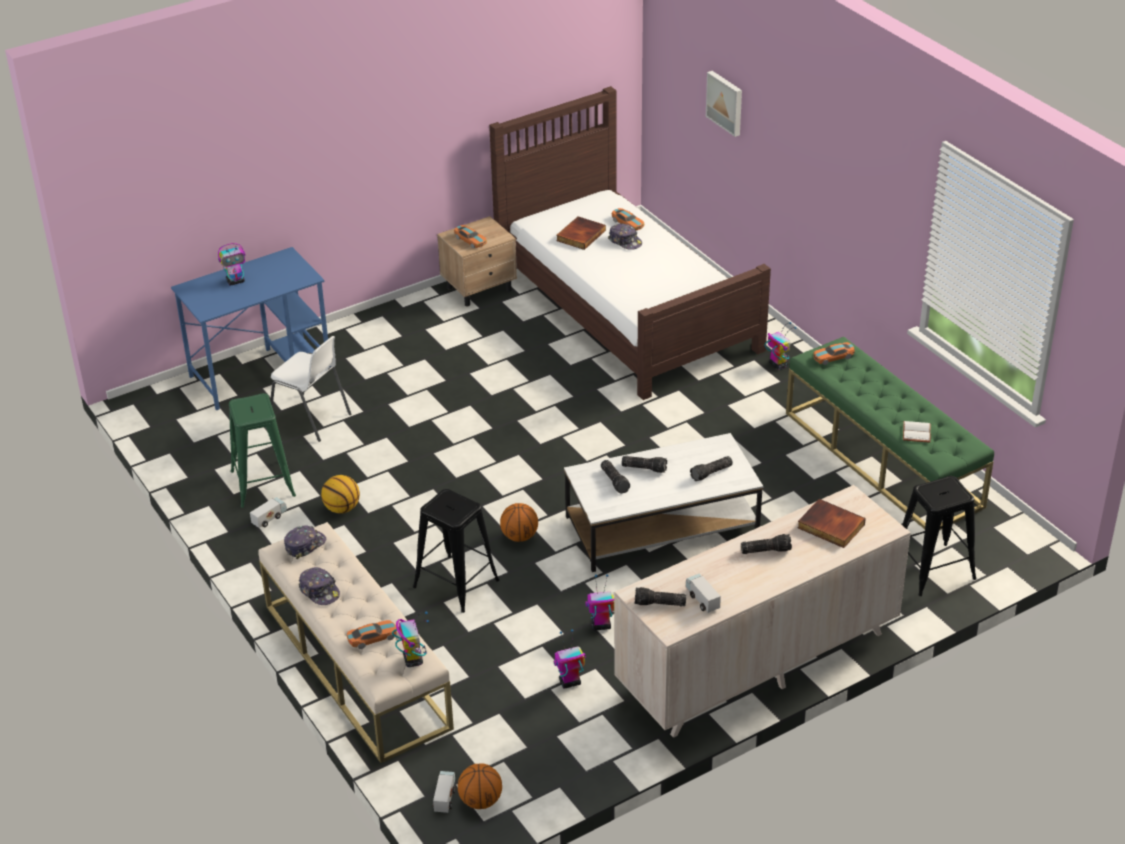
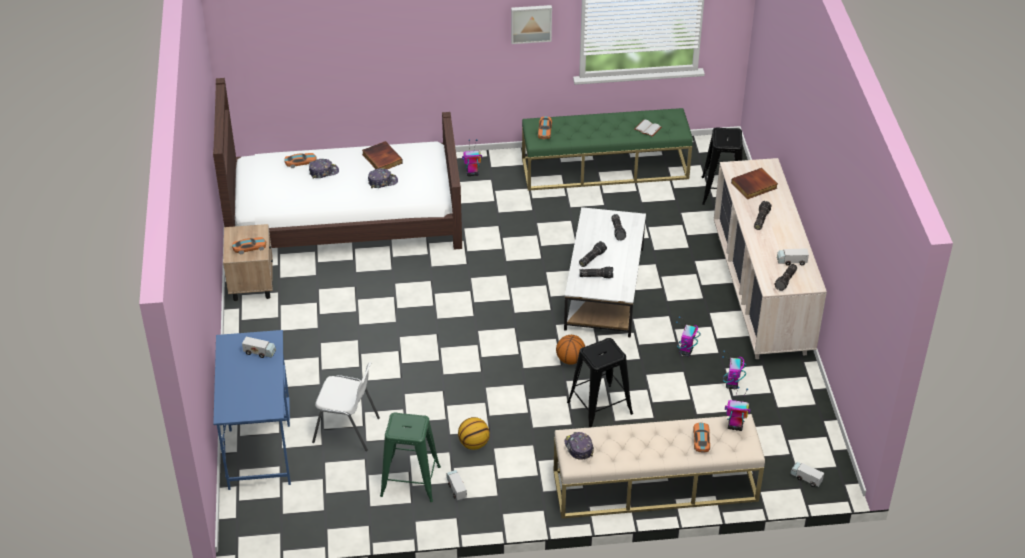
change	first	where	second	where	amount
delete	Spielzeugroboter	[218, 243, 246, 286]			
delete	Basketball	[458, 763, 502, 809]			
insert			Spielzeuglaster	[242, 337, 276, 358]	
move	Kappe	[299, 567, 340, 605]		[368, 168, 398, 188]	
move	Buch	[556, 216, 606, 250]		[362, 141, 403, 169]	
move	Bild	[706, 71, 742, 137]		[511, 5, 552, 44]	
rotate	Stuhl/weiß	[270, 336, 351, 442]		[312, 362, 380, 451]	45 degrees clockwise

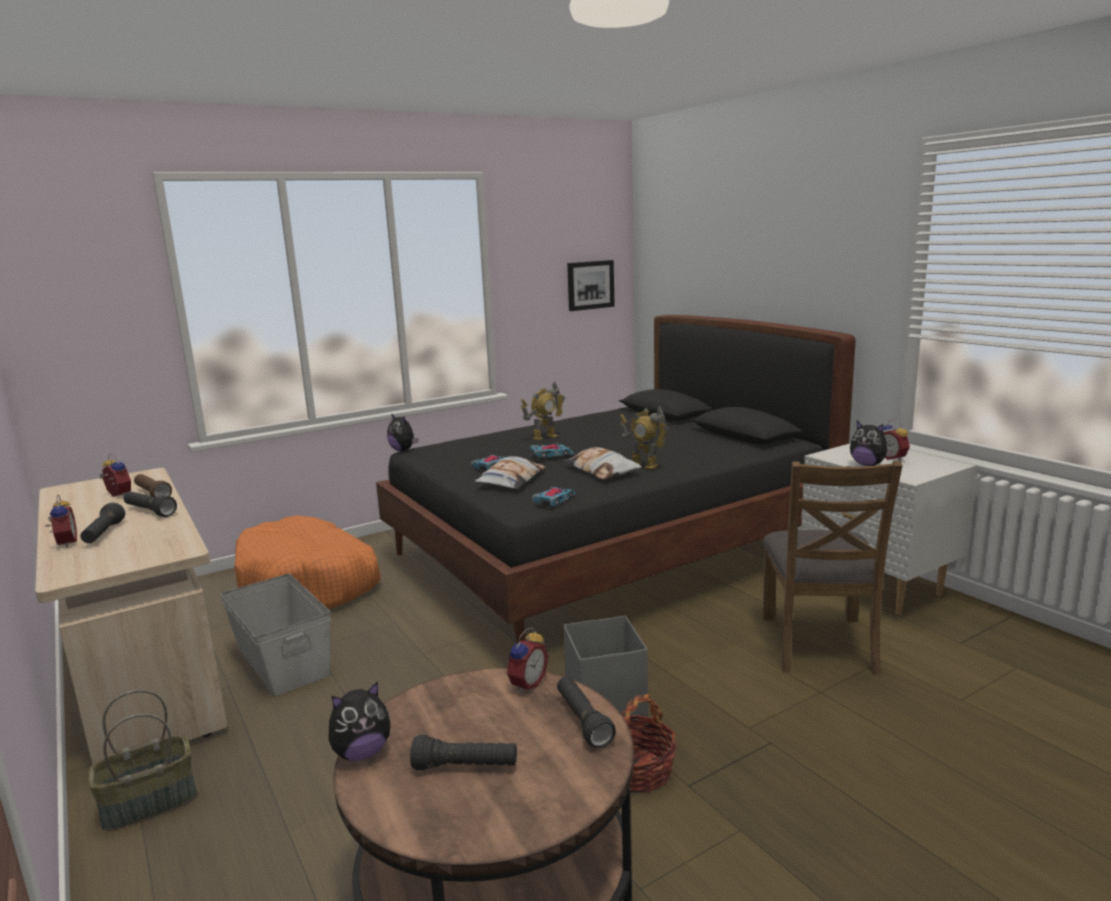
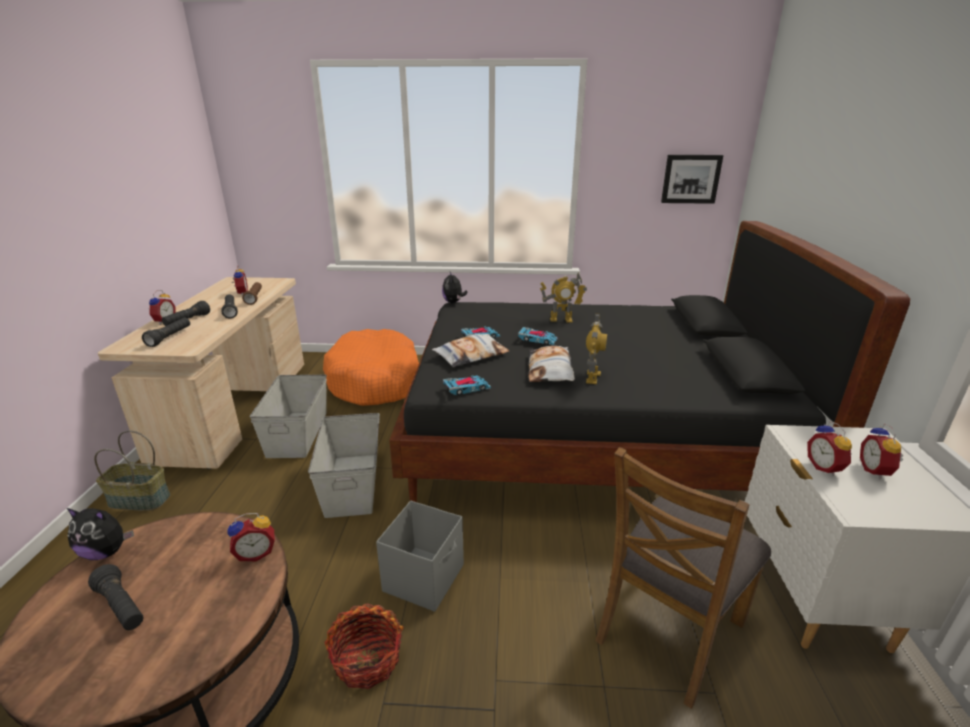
change	first	where	second	where	amount
insert			Aufbewahrungsbox/grau	[308, 413, 380, 518]	
move	Taschenlampe/schwarz	[557, 676, 616, 748]		[142, 317, 190, 347]	
replace	Plüschtier	[850, 421, 893, 466]	Wecker	[807, 421, 852, 476]	
rotate	Spielzeugroboter	[620, 406, 669, 470]		[586, 313, 607, 384]	150 degrees counterclockwise

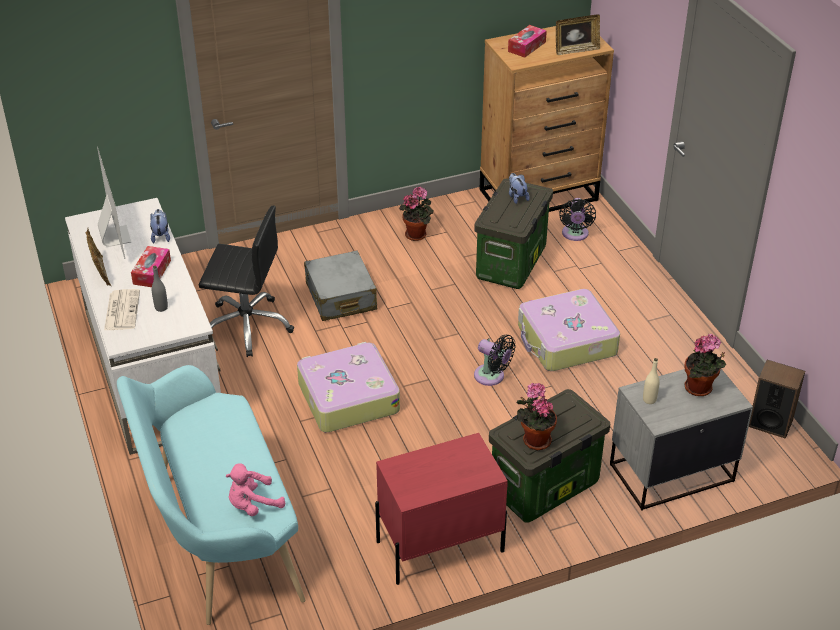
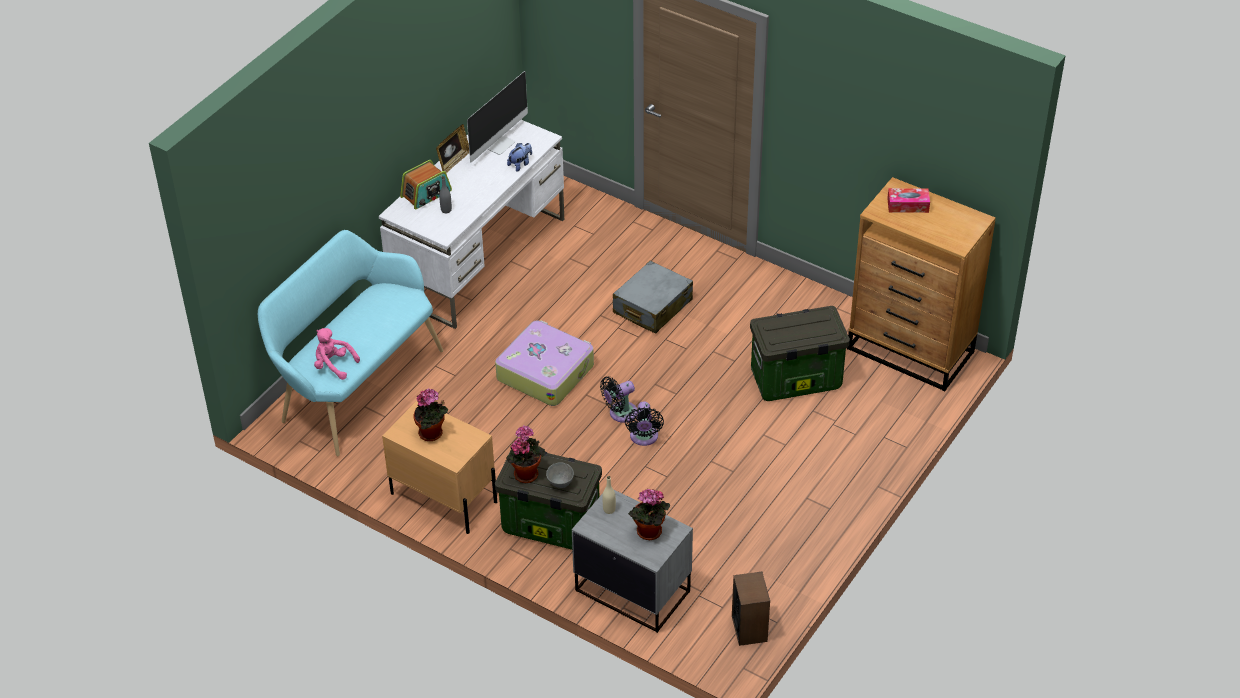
change	first	where	second	where	amount
delete	Taschentuchbox	[131, 246, 171, 287]			
delete	Bürostuhl/schwarz	[199, 206, 294, 357]			
delete	Plüschtier	[509, 173, 530, 204]			
delete	Koffer	[518, 289, 620, 371]			
delete	Bilderrahmen	[556, 14, 600, 55]			
insert			Schüssel/grau	[546, 462, 574, 488]	
move	Topfpflanze	[399, 187, 434, 241]		[413, 388, 448, 441]	
move	Ventilator/schwarz	[559, 198, 596, 241]		[600, 376, 638, 423]	
replace	Zeitung	[104, 289, 140, 330]	Radio	[400, 160, 452, 210]	
recolor	Nachttisch/rot	[375, 433, 508, 585]	Nachttisch/beige	[382, 401, 497, 534]	

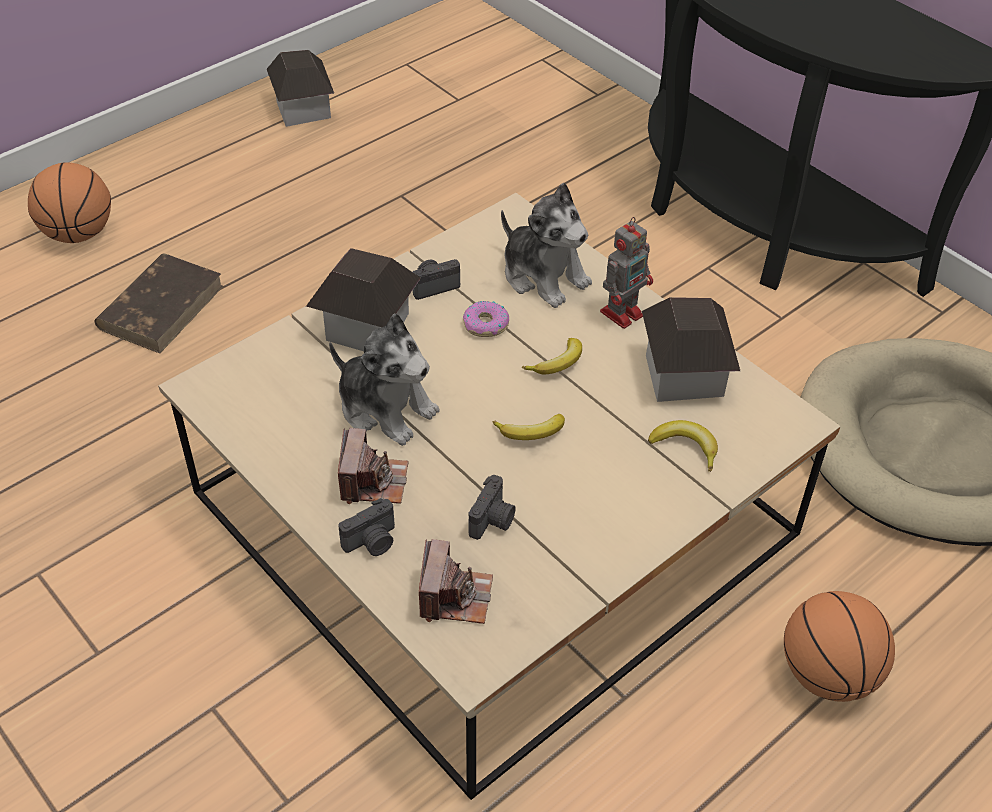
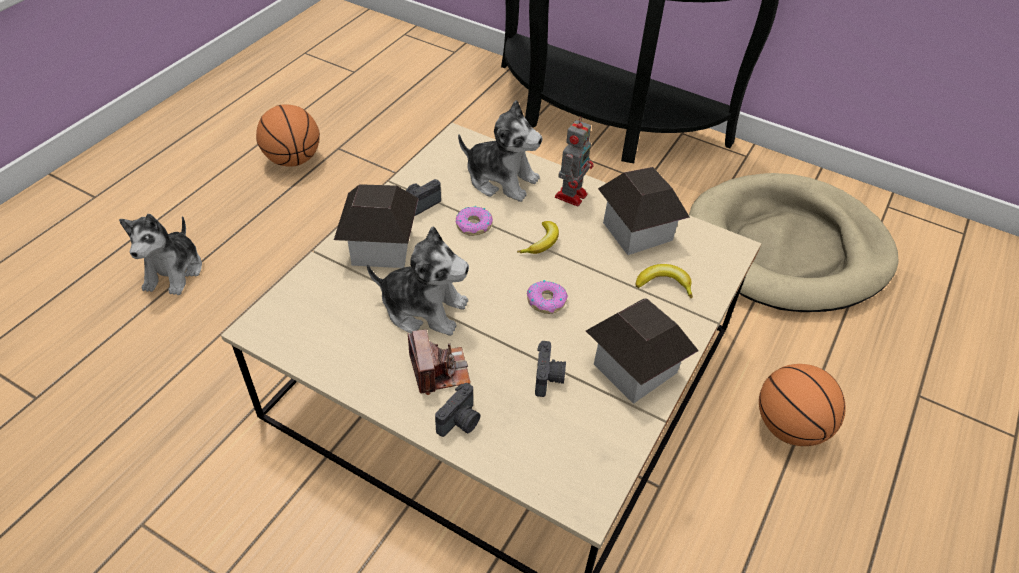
change	first	where	second	where	amount
delete	Kamera	[419, 539, 493, 624]			
move	Basketball	[28, 162, 111, 243]		[256, 104, 320, 167]	
move	Spielzeughaus	[267, 50, 334, 127]		[586, 298, 699, 404]	
replace	Buch/braun	[94, 253, 223, 353]	Plüschtier	[119, 214, 202, 295]	
replace	Banane	[493, 414, 565, 440]	Donut	[527, 280, 568, 314]	

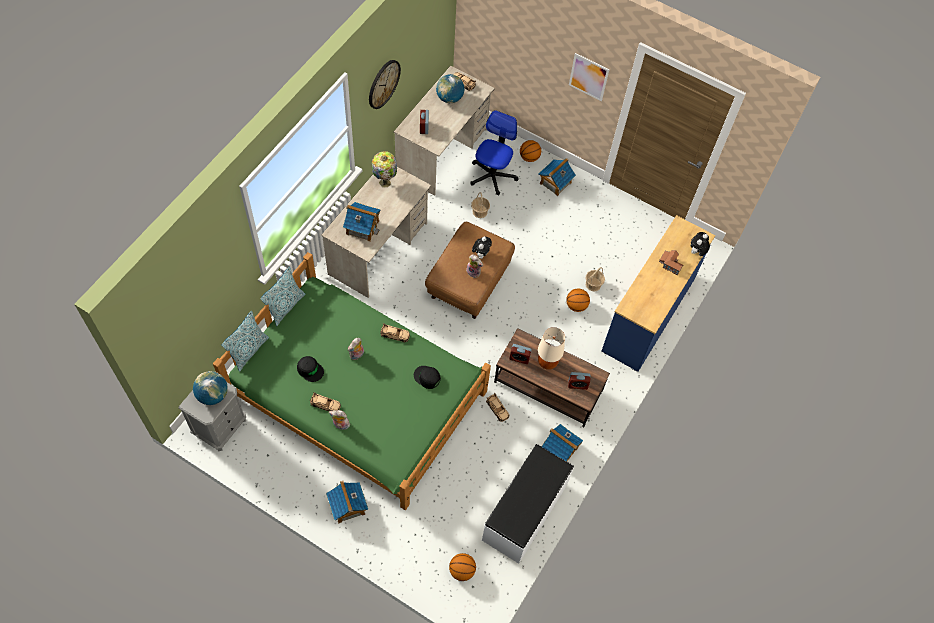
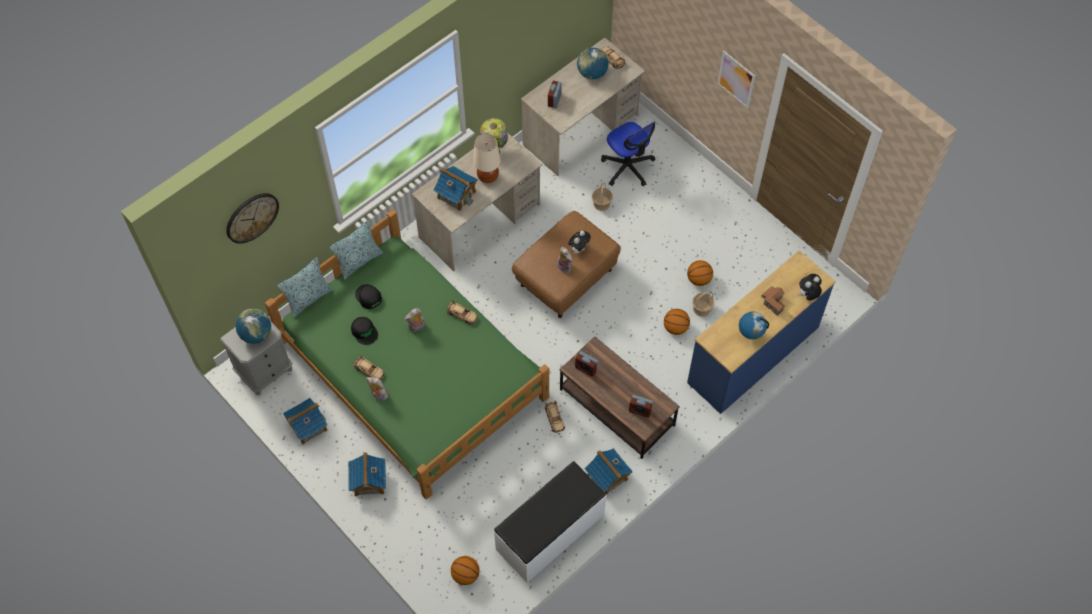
change	first	where	second	where	amount
insert			Globus	[739, 311, 769, 339]	
move	Wanduhr	[369, 60, 401, 109]		[226, 193, 279, 244]	
move	Kappe/schwarz	[414, 366, 441, 389]		[355, 284, 382, 309]	
move	Basketball	[520, 140, 541, 162]		[687, 260, 713, 286]	
move	Spielzeughaus	[538, 158, 576, 196]		[283, 398, 328, 445]	
move	Tischlampe/beige	[538, 327, 565, 370]		[473, 134, 501, 183]	
rotate	Bürostuhl	[470, 110, 519, 196]		[601, 121, 656, 186]	105 degrees clockwise

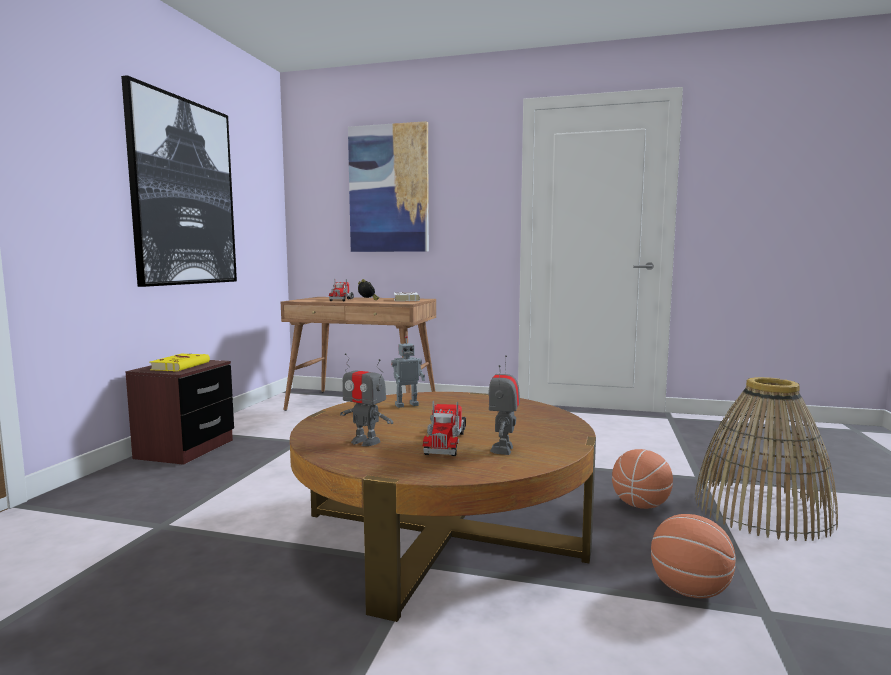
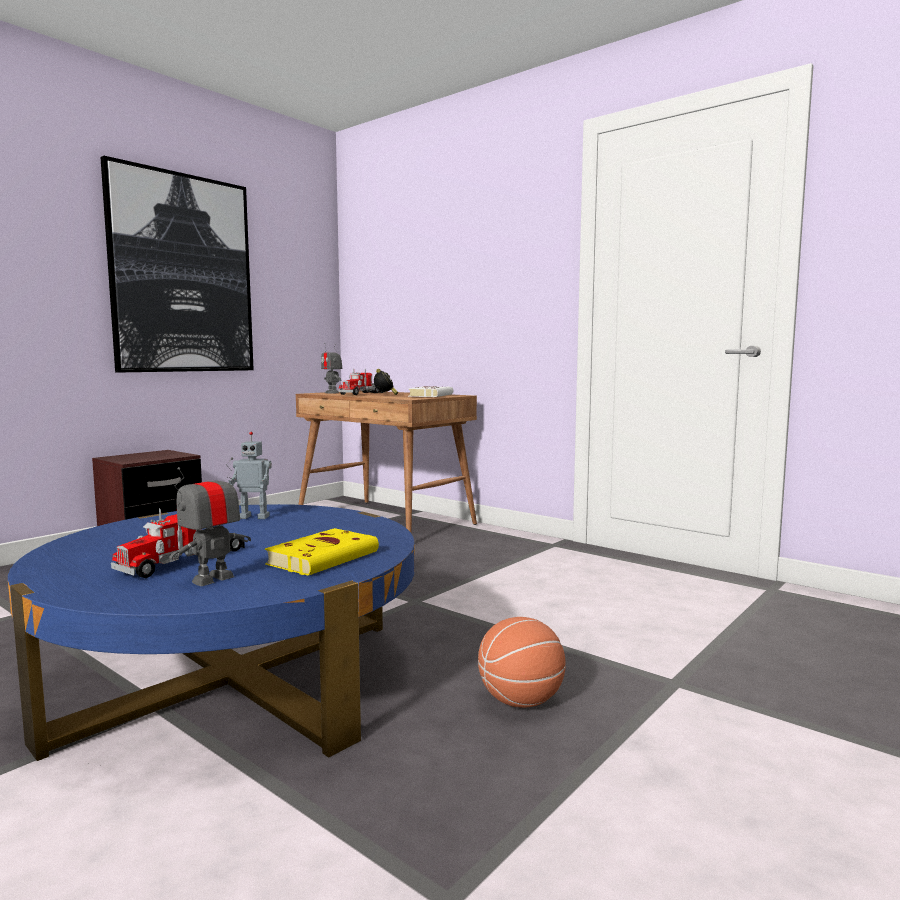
change	first	where	second	where	amount
delete	Bild	[348, 121, 429, 252]			
delete	Basketball	[651, 514, 736, 598]			
delete	Korb	[695, 377, 838, 541]			
move	Buch/gelb	[150, 354, 210, 371]		[265, 528, 379, 576]	
move	Spielzeugroboter	[340, 353, 393, 446]		[321, 343, 342, 393]	
recolor	Couchtisch/braun	[290, 392, 596, 622]	Couchtisch/blau	[8, 504, 415, 761]	

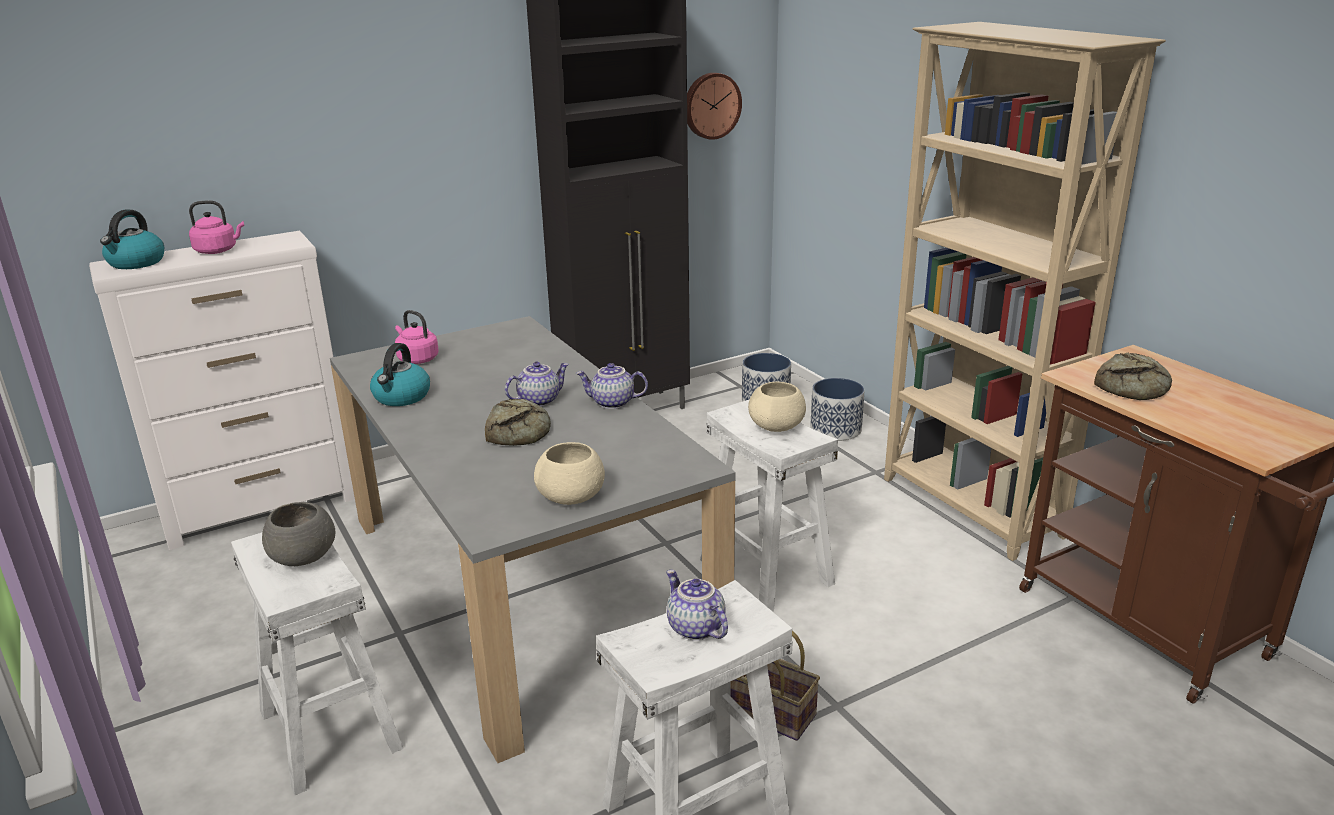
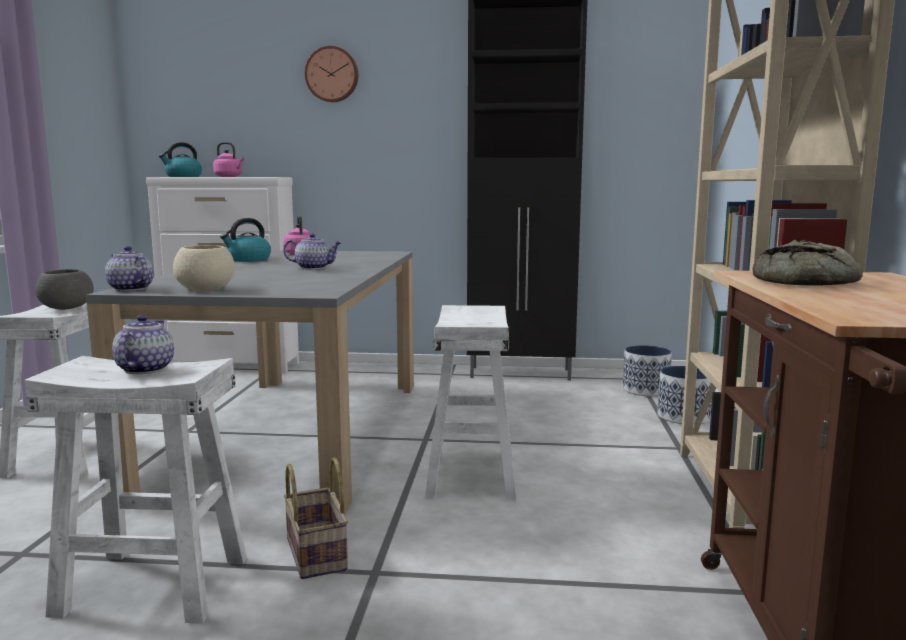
change	first	where	second	where	amount
delete	Brot	[485, 399, 551, 446]			
delete	Schüssel/beige	[748, 381, 806, 432]			
move	Teekanne	[576, 363, 648, 409]		[105, 246, 153, 291]	
move	Wanduhr	[687, 73, 742, 140]		[305, 46, 358, 102]	

